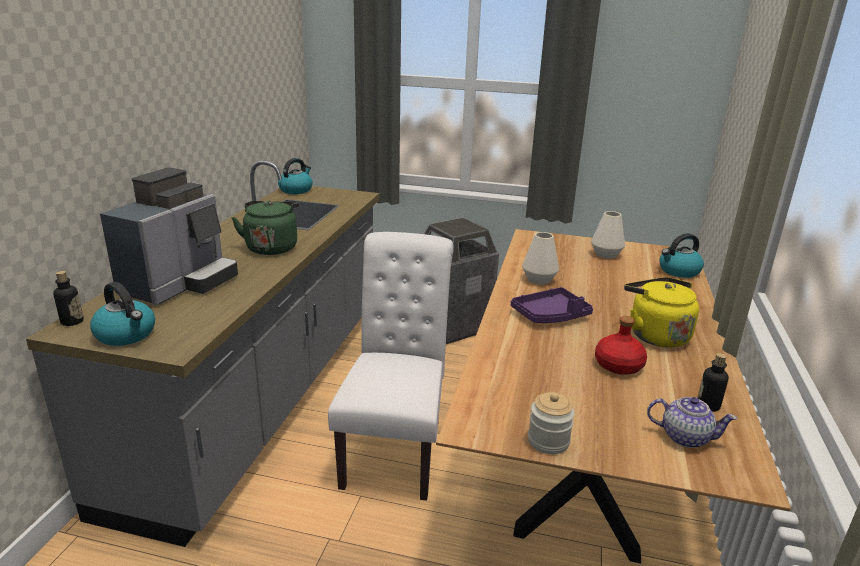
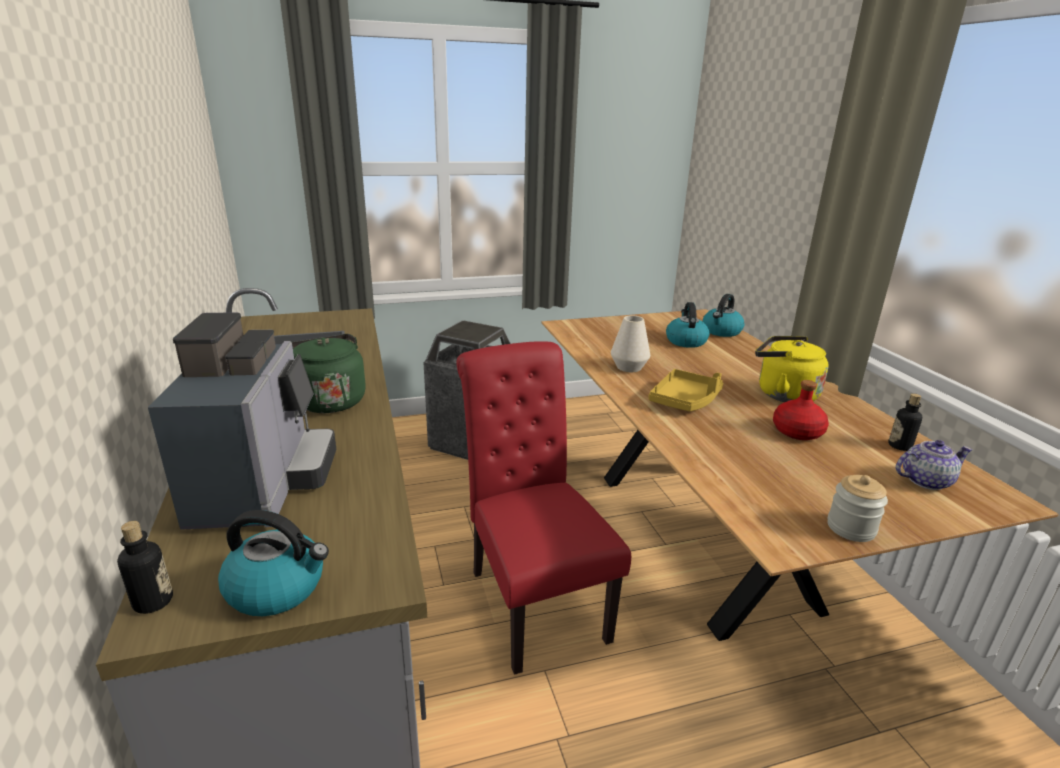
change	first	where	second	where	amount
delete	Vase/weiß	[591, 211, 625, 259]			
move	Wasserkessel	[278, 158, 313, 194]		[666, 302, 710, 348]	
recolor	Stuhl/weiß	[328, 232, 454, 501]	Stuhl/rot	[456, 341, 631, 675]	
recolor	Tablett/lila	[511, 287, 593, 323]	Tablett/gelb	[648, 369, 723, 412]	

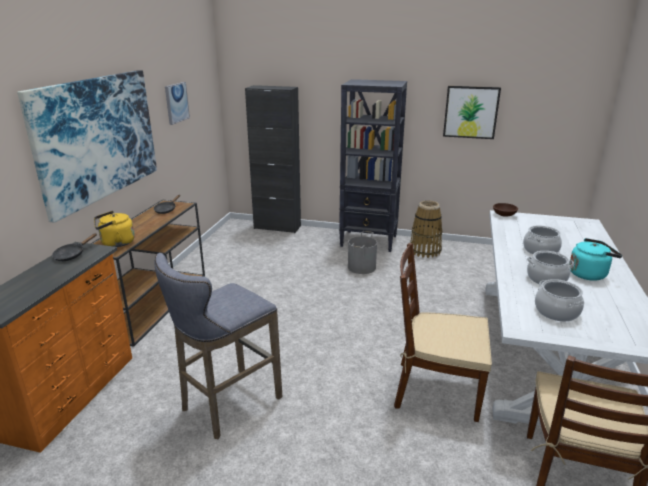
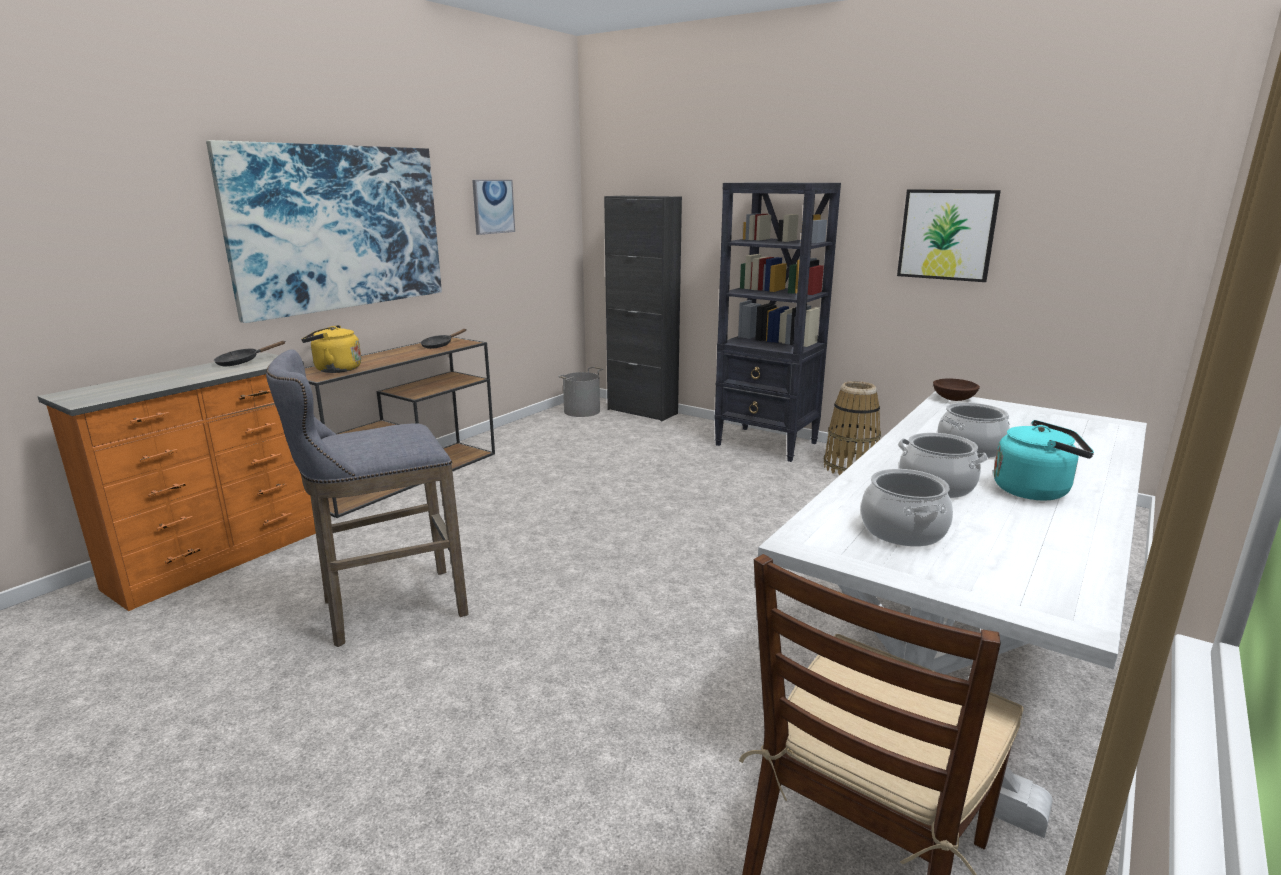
change	first	where	second	where	amount
delete	Stuhl/braun	[394, 243, 492, 422]			
move	Eimer/grau	[348, 231, 377, 274]		[558, 367, 603, 417]	

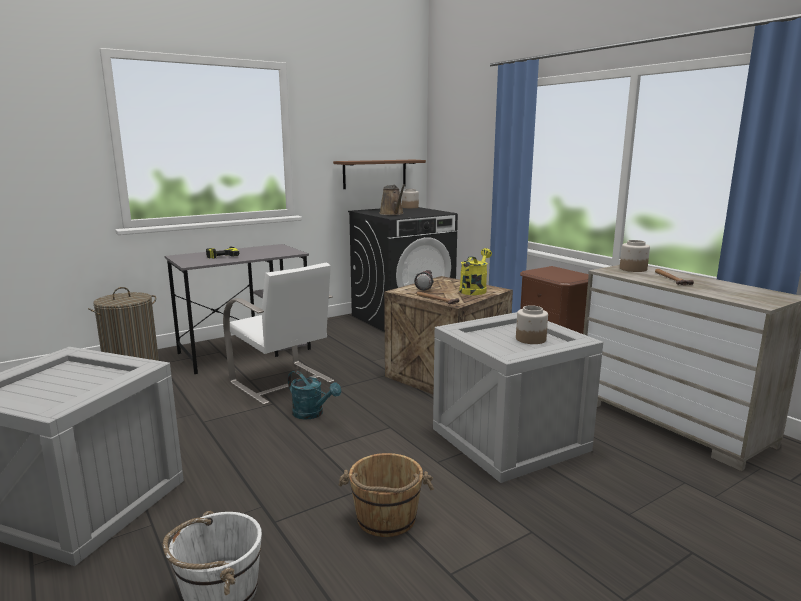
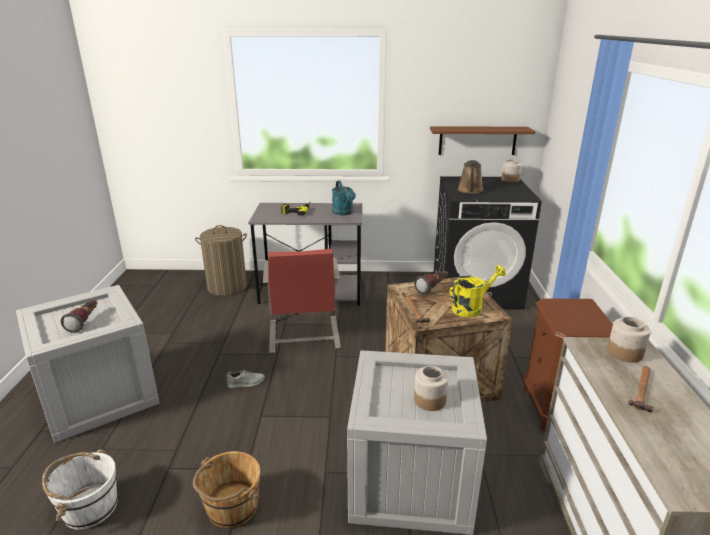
change	first	where	second	where	amount
insert			Taschenlampe	[61, 300, 97, 333]	
insert			Schuh/grau	[227, 370, 265, 389]	
move	Gießkanne/türkis	[288, 370, 341, 420]		[332, 181, 356, 215]	
recolor	Stuhl/weiß	[223, 262, 334, 405]	Stuhl/rot	[263, 249, 341, 353]	

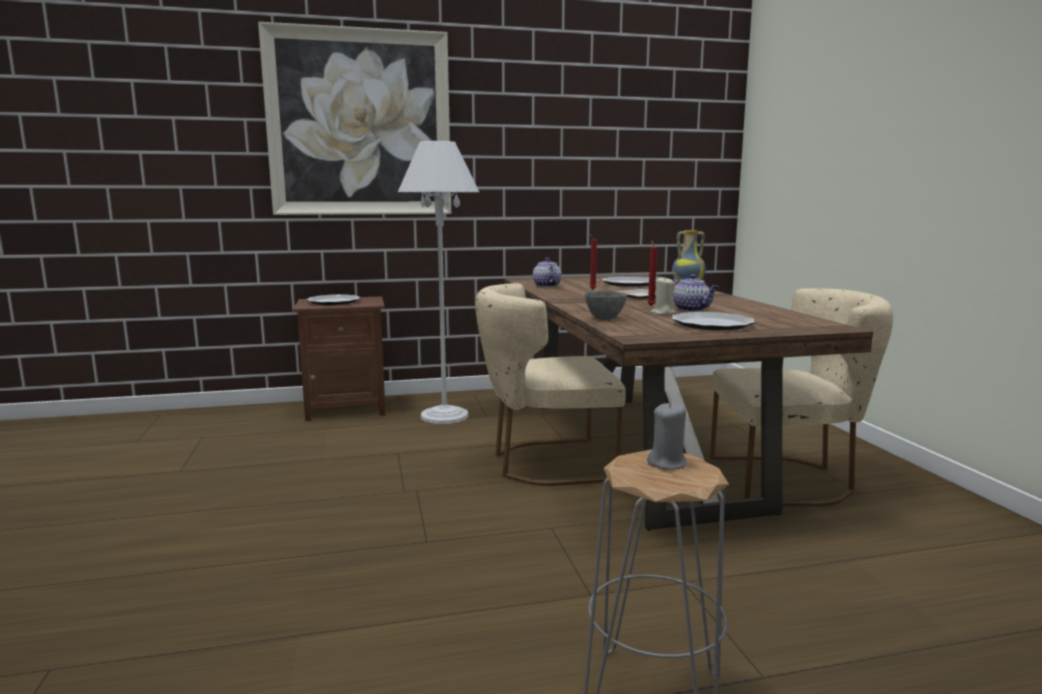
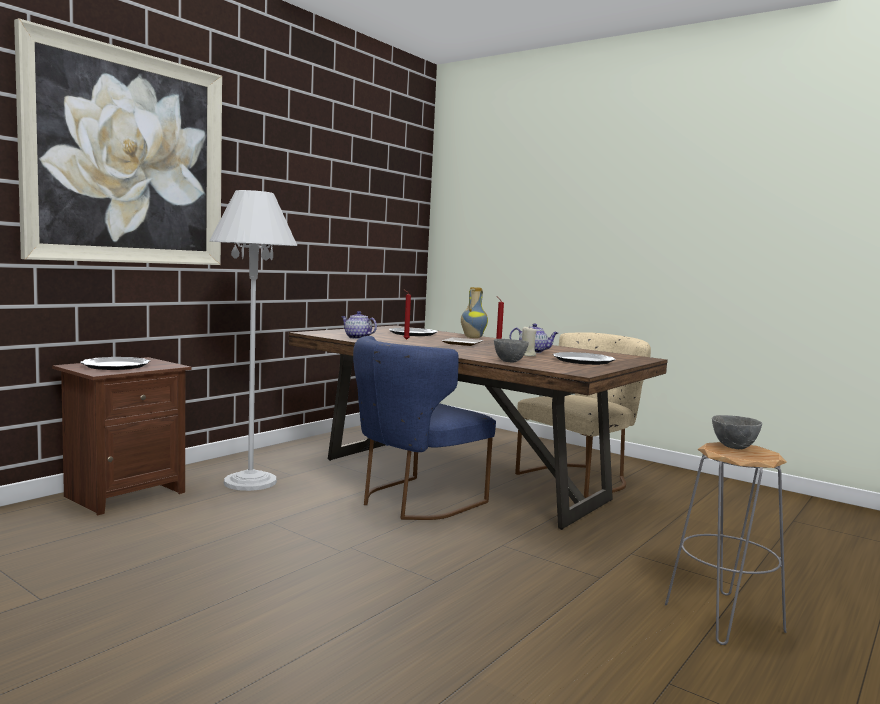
change	first	where	second	where	amount
replace	Kerze/grau	[647, 402, 686, 470]	Schüssel/grau	[712, 415, 762, 449]	
recolor	Stuhl/beige	[475, 283, 626, 486]	Stuhl/blau	[353, 336, 496, 520]	

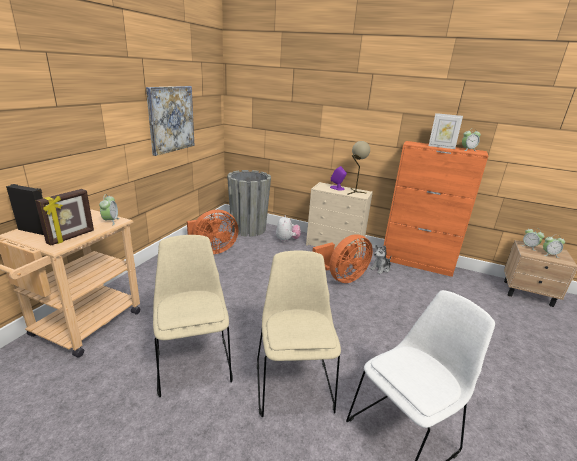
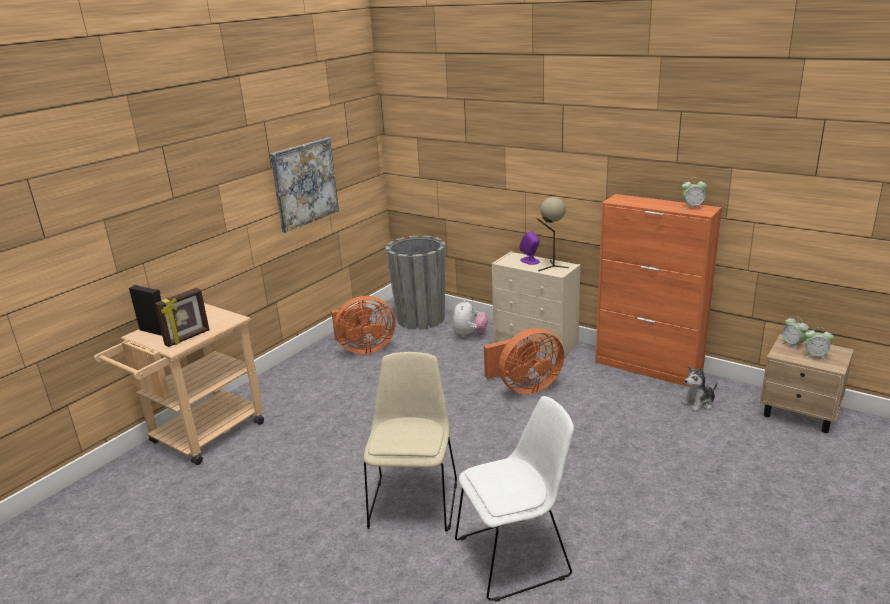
change	first	where	second	where	amount
delete	Wecker	[99, 194, 119, 225]			
delete	Stuhl/beige	[153, 235, 233, 397]			
delete	Bilderrahmen	[429, 113, 463, 149]			
move	Plüschtier	[370, 245, 391, 274]		[681, 366, 717, 412]	

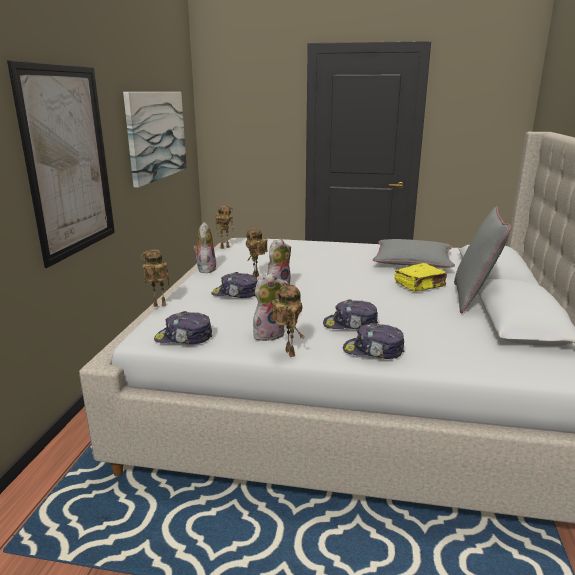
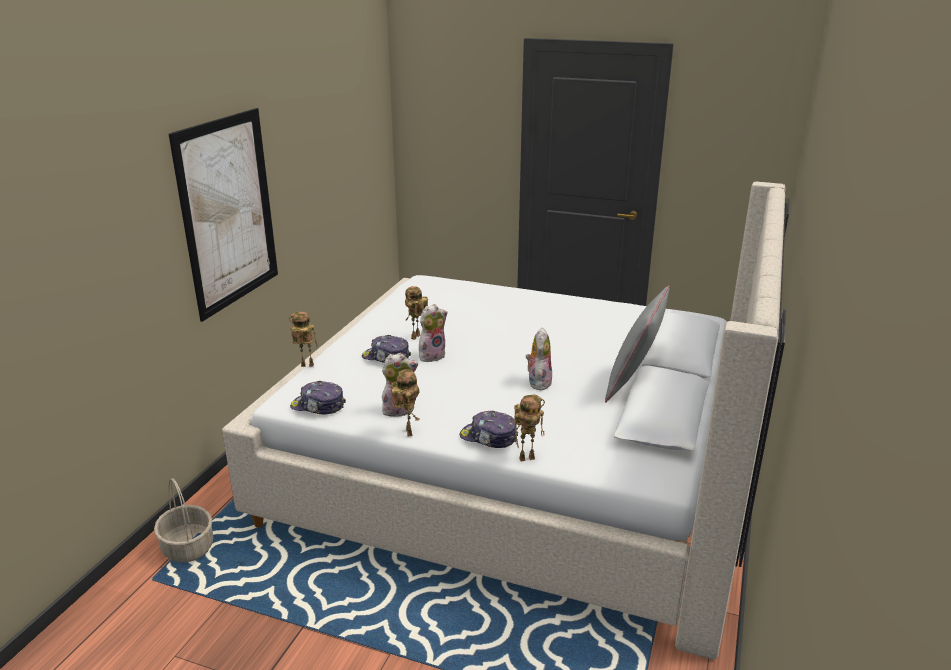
change	first	where	second	where	amount
delete	Bild	[123, 92, 187, 188]			
delete	Kappe	[323, 299, 378, 329]			
delete	Kissen/grau	[373, 239, 455, 268]			
delete	Buch/gelb	[395, 263, 447, 292]			
insert			Korb	[154, 478, 214, 562]	
move	Plüschtier	[193, 222, 216, 273]		[526, 327, 552, 390]	
move	Spielzeugroboter	[215, 206, 234, 249]		[514, 395, 545, 461]	

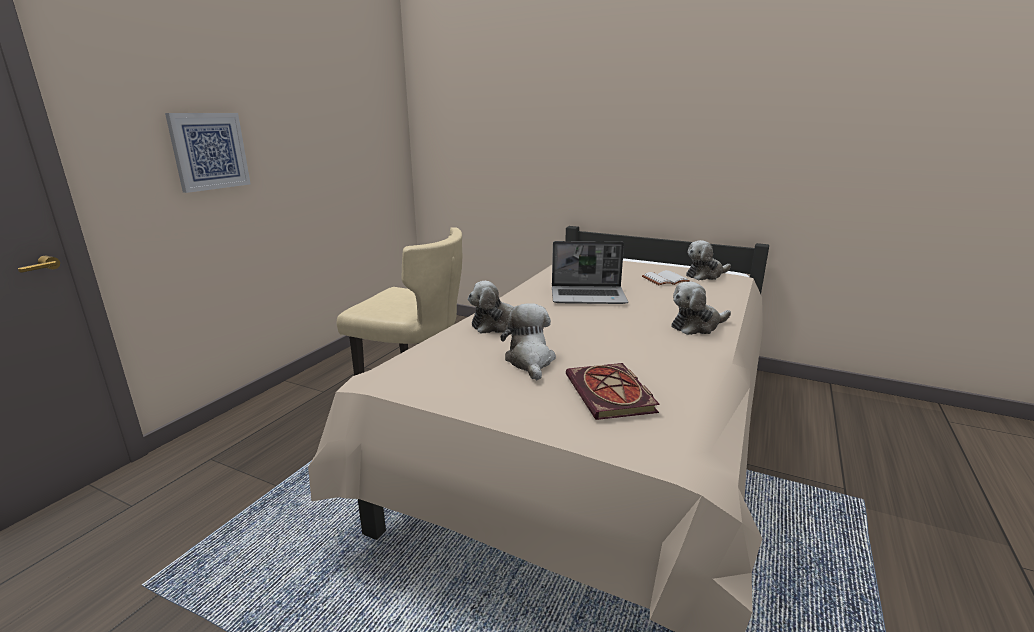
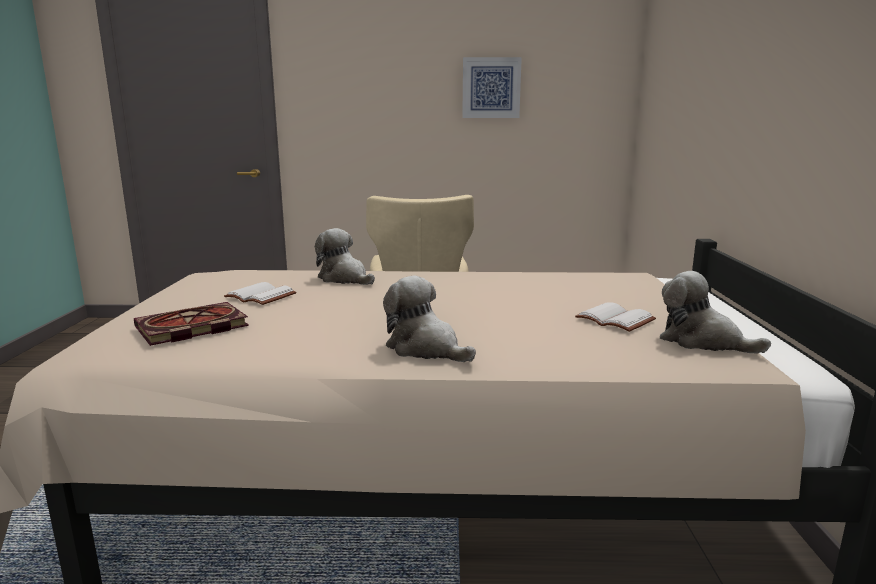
change	first	where	second	where	amount
delete	Laptop	[552, 241, 628, 304]			
move	Bild	[165, 113, 251, 193]		[462, 57, 522, 118]	
replace	Plüschtier	[500, 303, 556, 381]	Buch/weiß	[224, 282, 296, 305]	

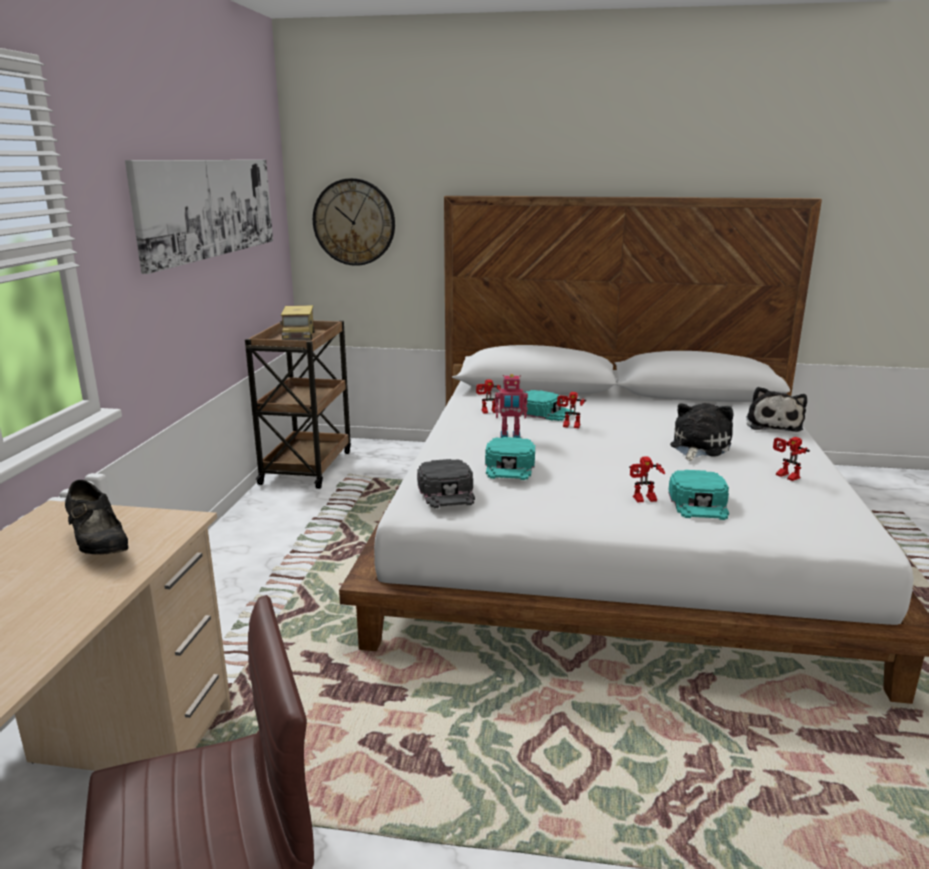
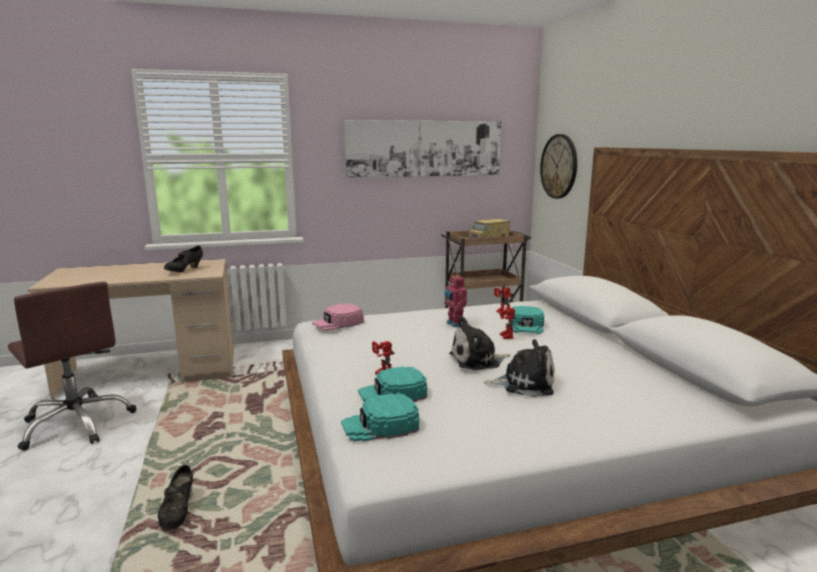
change	first	where	second	where	amount
delete	Spielzeugroboter	[773, 437, 810, 481]			
insert			Schuh/schwarz	[158, 465, 193, 529]	
move	Kappe/türkis	[485, 437, 535, 480]		[341, 394, 419, 442]	
move	Plüschtier	[747, 387, 807, 432]		[449, 317, 510, 370]	
recolor	Kappe/schwarz	[417, 459, 475, 508]	Kappe/rosa	[312, 303, 364, 331]	

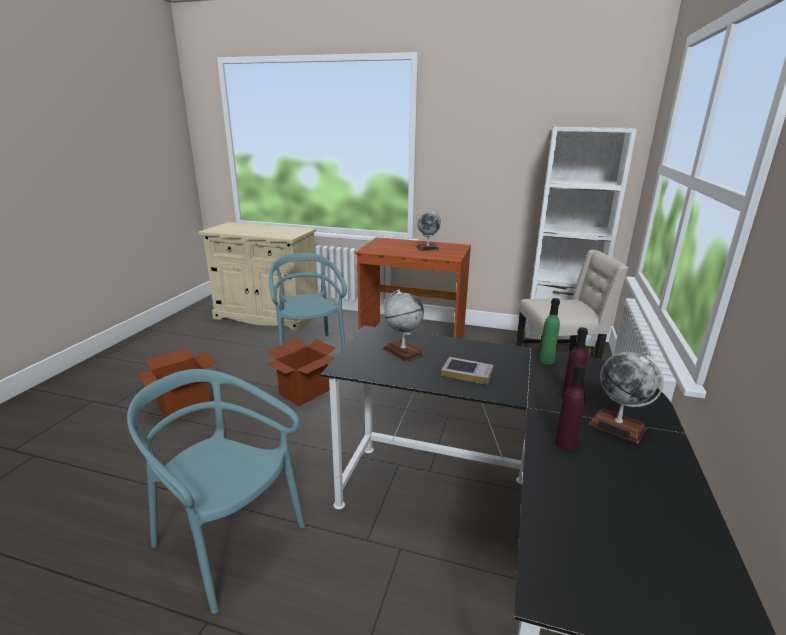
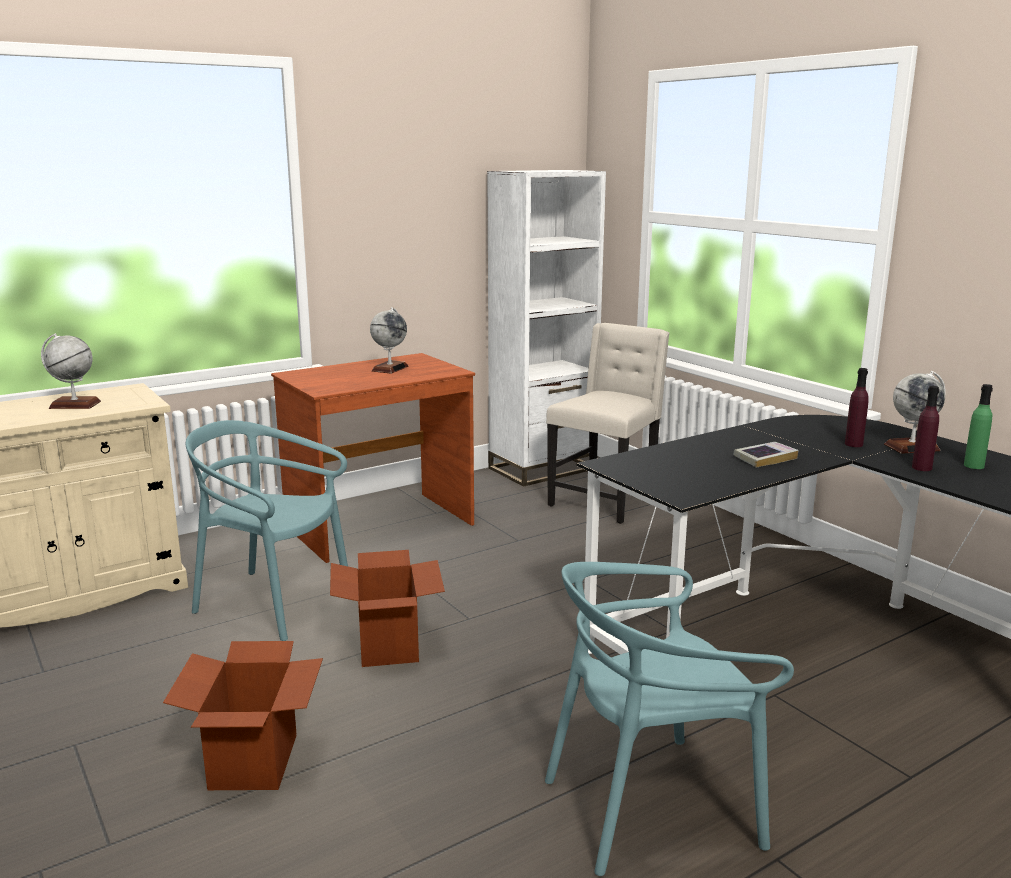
change	first	where	second	where	amount
move	Globus	[383, 289, 424, 362]		[41, 333, 101, 409]	
move	Flasche/grün	[539, 298, 560, 365]		[964, 384, 993, 469]	

